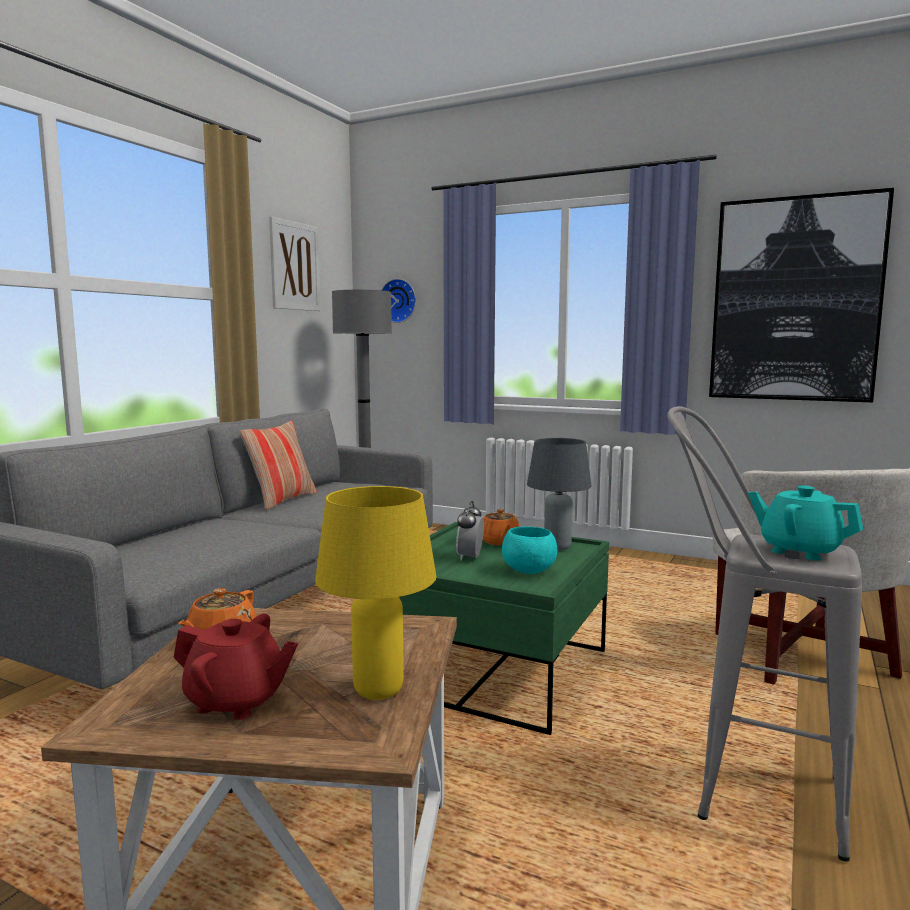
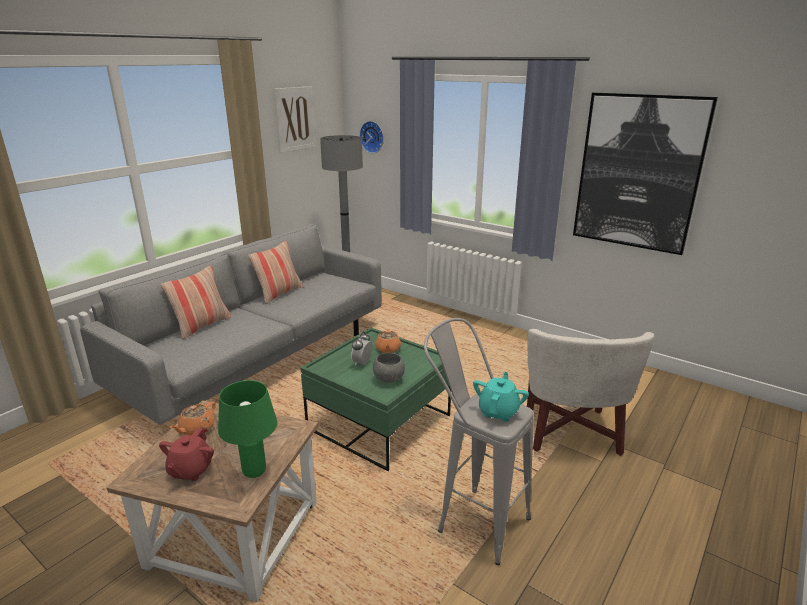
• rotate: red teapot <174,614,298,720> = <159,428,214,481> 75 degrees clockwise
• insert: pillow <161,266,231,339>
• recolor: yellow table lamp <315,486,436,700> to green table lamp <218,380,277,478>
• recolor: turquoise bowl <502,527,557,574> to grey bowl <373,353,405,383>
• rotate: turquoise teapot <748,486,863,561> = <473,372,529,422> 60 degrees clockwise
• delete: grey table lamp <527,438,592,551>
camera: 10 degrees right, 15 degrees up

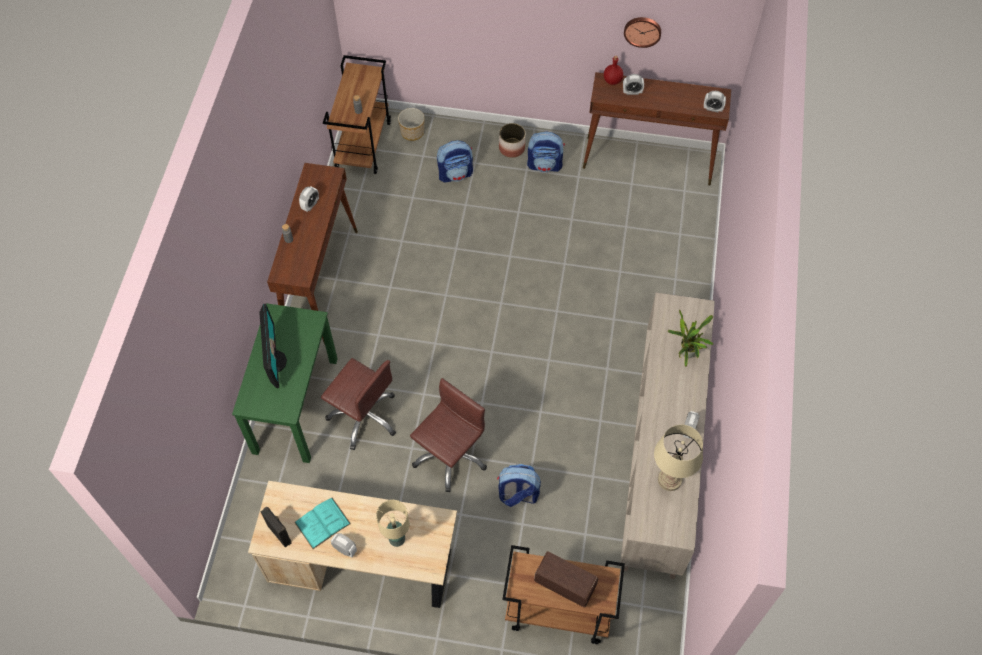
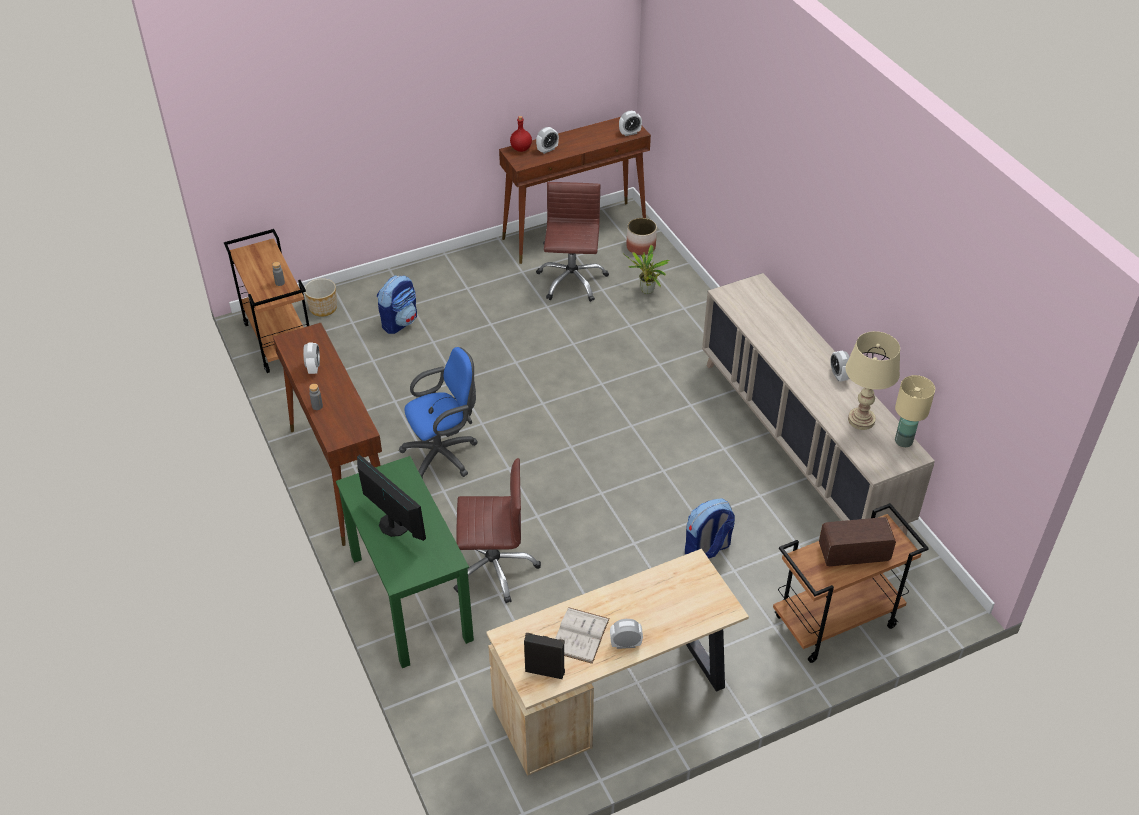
• insert: blue office chair <399,347,478,479>
• move: brown office chair <410,378,487,492> to <536,182,609,302>
• recolor: turquoise book <294,498,351,549> to white book <555,607,610,664>
• move: potted plant <668,310,713,367> to <624,245,670,294>
• move: planter <499,123,525,158> to <626,218,657,255>
• move: beige table lamp <376,500,409,547> to <895,375,935,447>
• delete: backpack <527,132,565,172>
• delete: wall clock <624,17,661,48>
camera: 35 degrees left, 15 degrees down

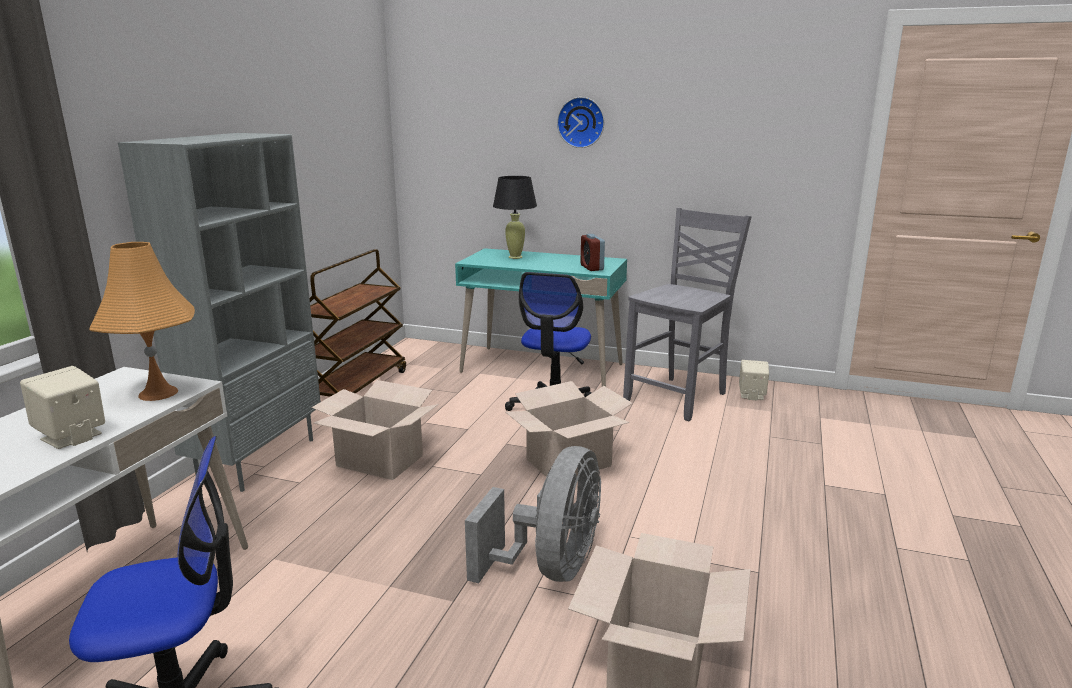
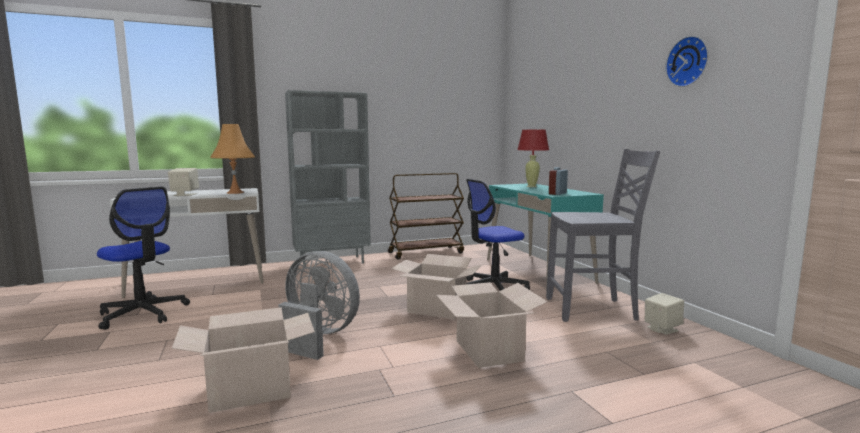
• rotate: grey fan <465,446,601,583> = <278,251,360,360> 135 degrees counterclockwise
• move: cardboard box <312,380,439,480> to <436,282,547,368>
• recolor: black table lamp <493,176,537,259> to red table lamp <517,130,549,187>
• move: wall clock <557,97,604,148> to <665,36,709,87>
camera: 50 degrees right, 10 degrees down

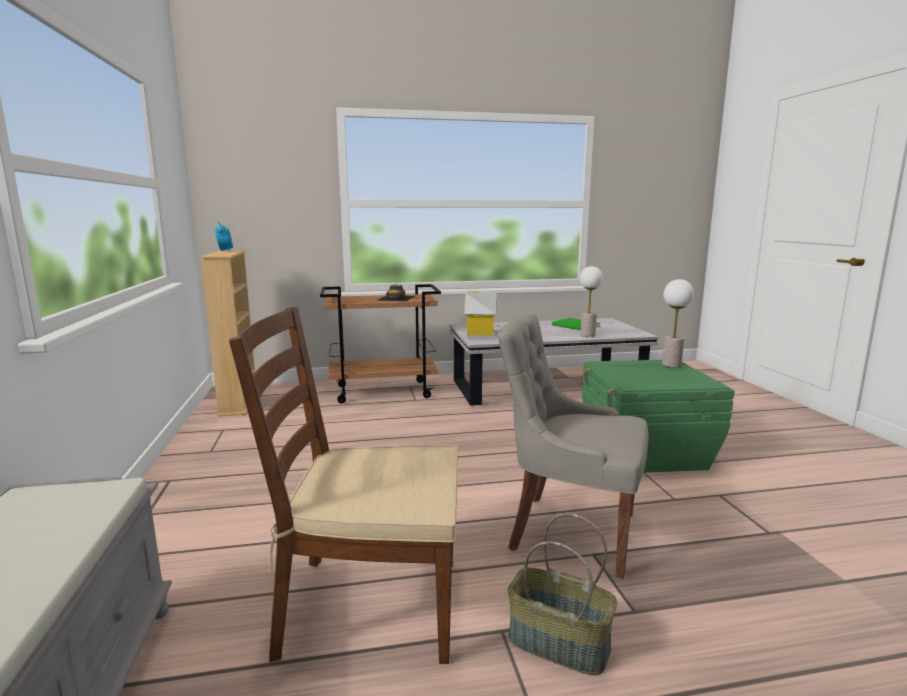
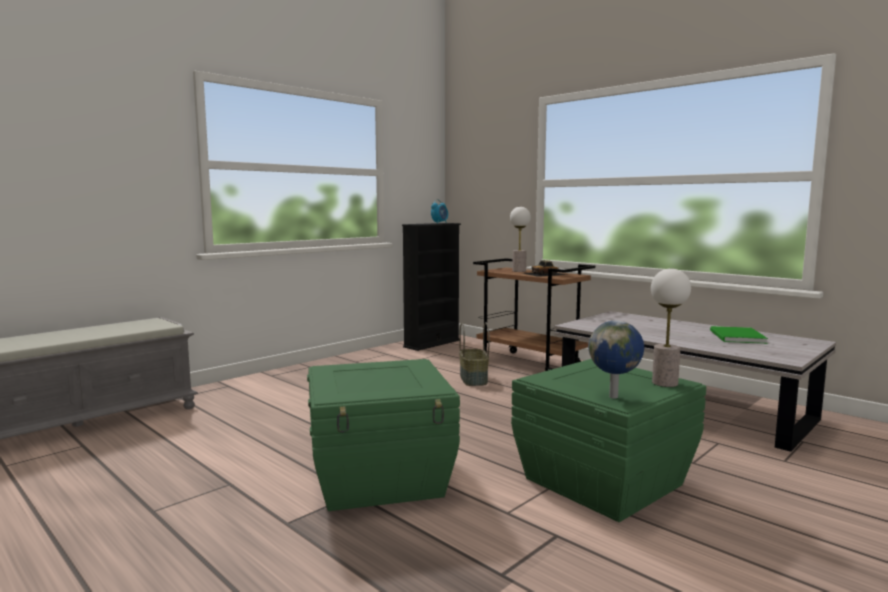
• replace: grey chair <498,314,649,579> to green storage box <307,359,460,511>
• recolor: beige bookcase <201,250,255,416> to black bookcase <402,223,461,351>
• move: basket <508,514,617,675> to <459,322,490,386>
• move: table lamp <580,266,603,337> to <510,207,531,272>
• insert: globe <588,320,644,399>
• delete: brown chair <229,306,458,664>
• delete: toy house <464,291,499,338>
camera: 55 degrees right, 5 degrees down

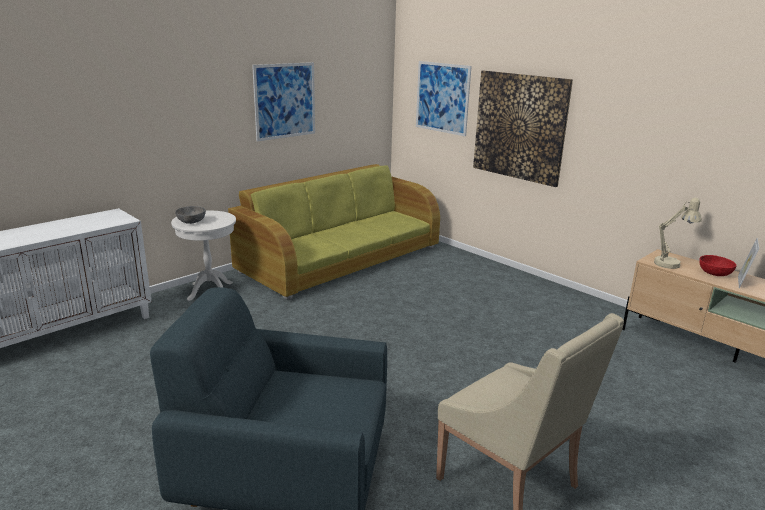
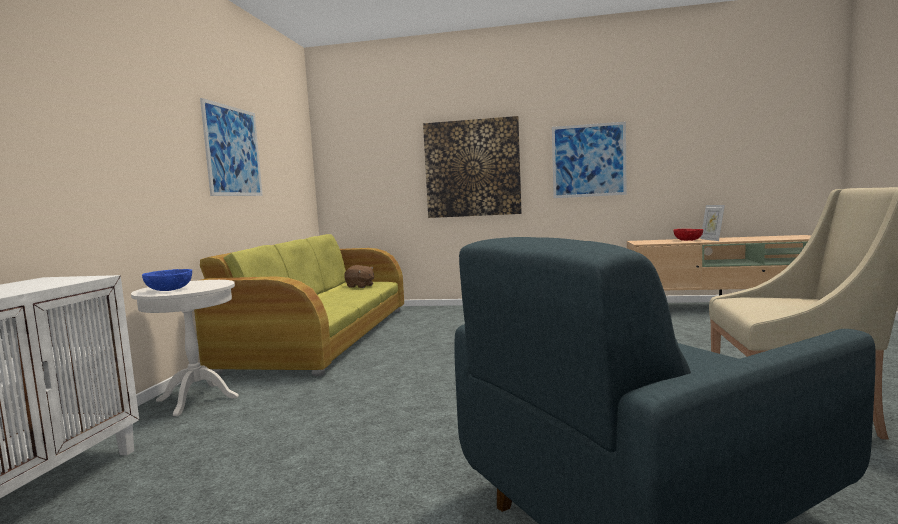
• recolor: grey bowl <175,206,206,224> to blue bowl <142,269,192,291>
• insert: brown plush toy <344,265,374,288>
• move: picture <416,61,472,136> to <552,122,627,198>
• delete: beige table lamp <654,198,702,269>
camera: 35 degrees left, 15 degrees down

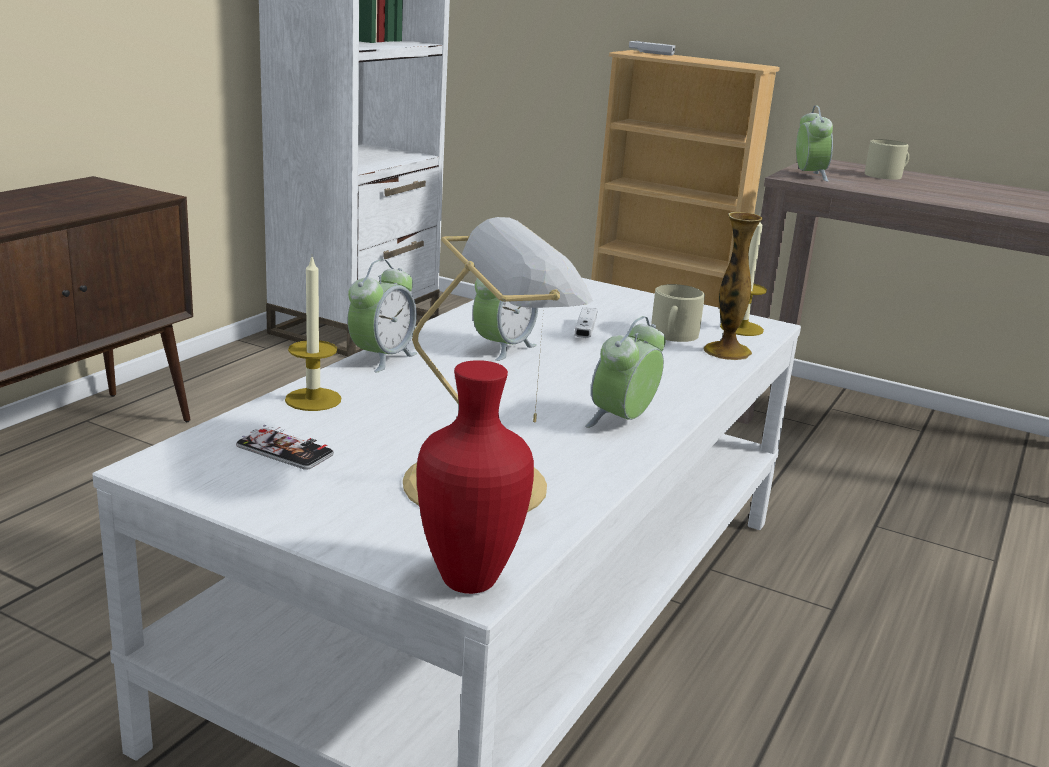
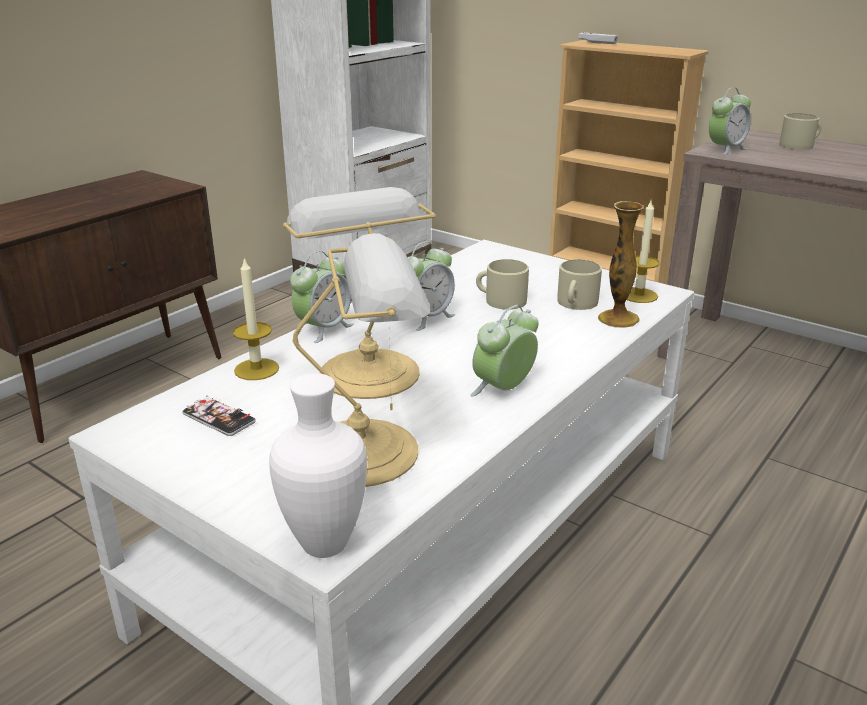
• recolor: red vase <416,360,534,594> to white vase <269,373,367,558>
• insert: table lamp <283,187,436,399>
• replace: white game controller <574,307,597,338> to beige mug <476,259,529,310>
• rotate: alarm clock <796,105,833,182> = <709,88,751,155> 45 degrees clockwise
camera: 10 degrees right, 5 degrees up

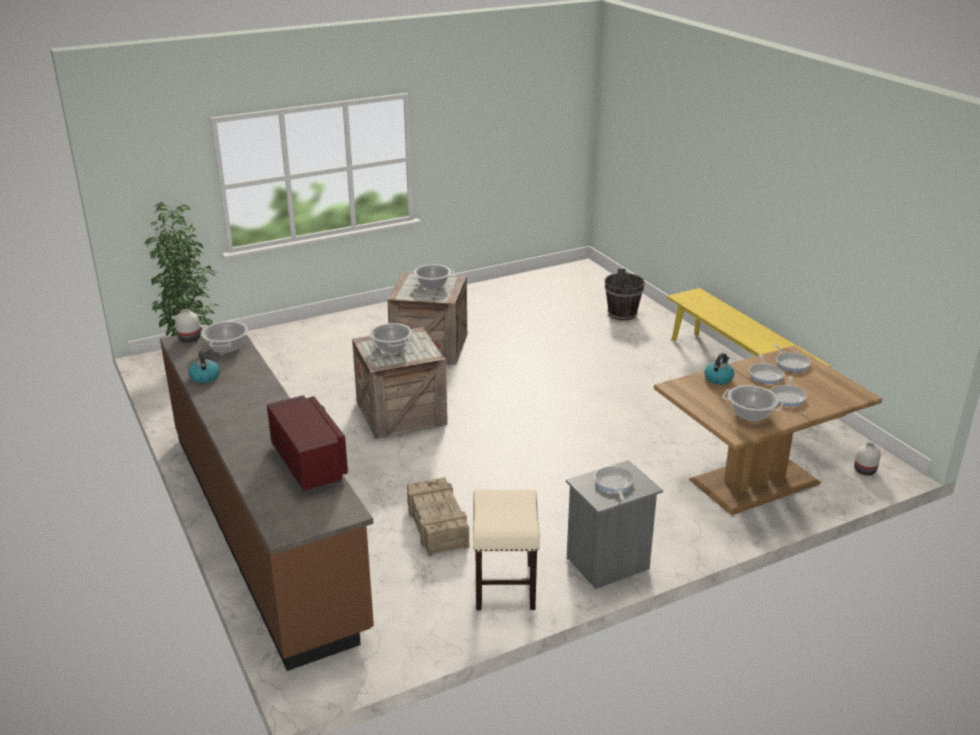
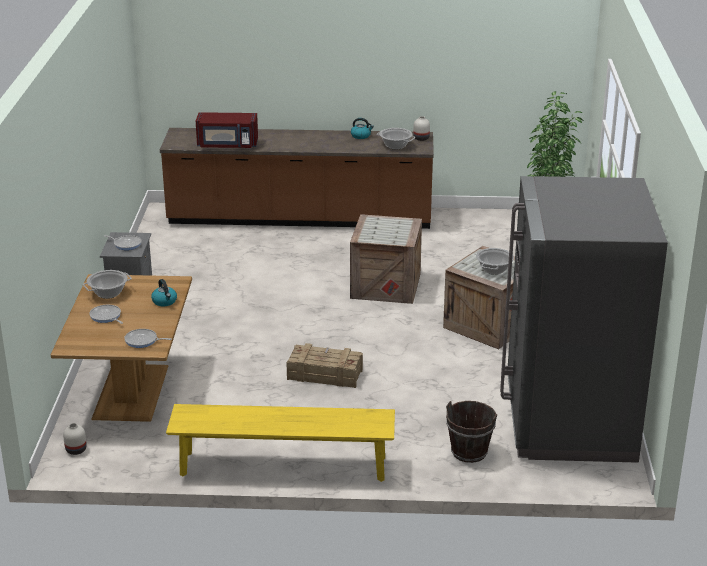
• move: crate <407,477,469,556> to <286,343,363,388>
• insert: grey fridge <500,176,668,463>
• delete: cooking pot <370,323,412,353>
• delete: beige stool <473,489,540,610>
• delete: frying pan <749,354,785,384>
camera: 120 degrees right, 0 degrees up

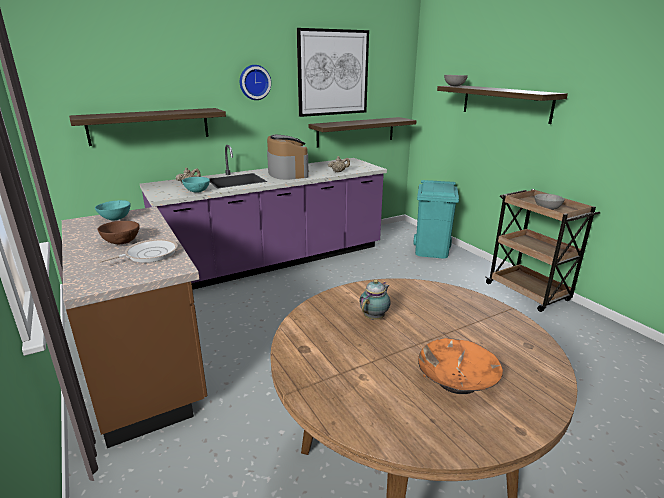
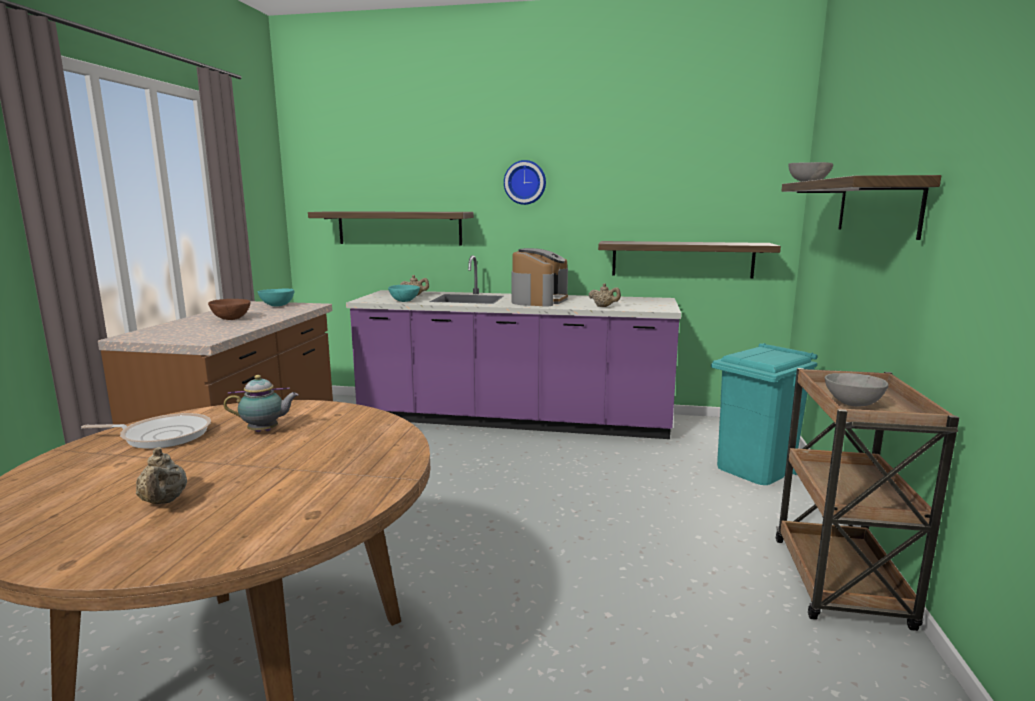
• move: frying pan <98,239,178,263> to <81,413,211,449>
• replace: orange bowl <418,338,503,394> to beige teapot <136,447,187,504>
• delete: picture <297,28,369,117>
camera: 40 degrees right, 10 degrees down

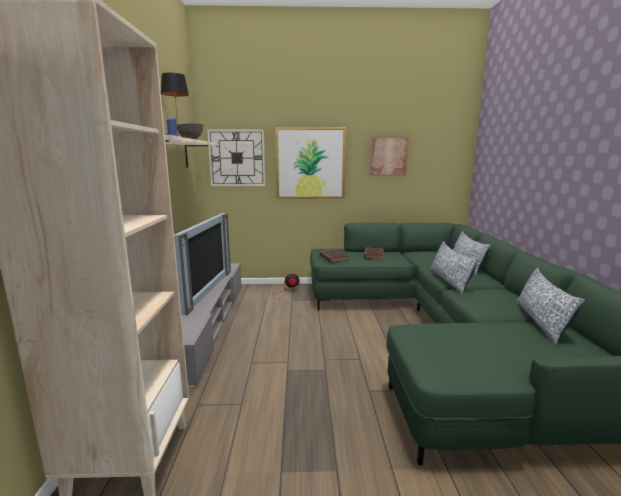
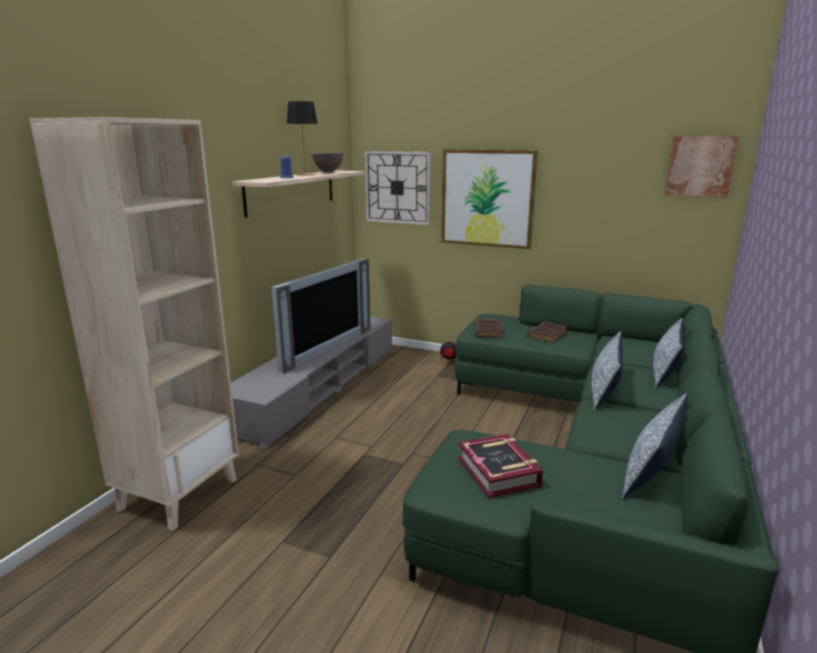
• insert: book <458,434,543,498>
• move: picture <370,137,408,175> to <664,136,740,197>
camera: 25 degrees right, 5 degrees up

